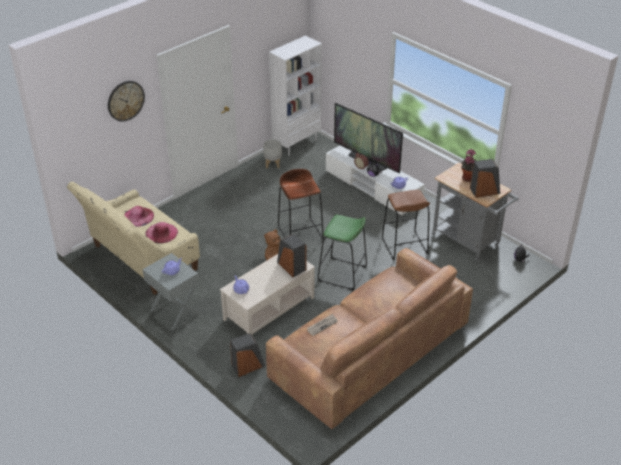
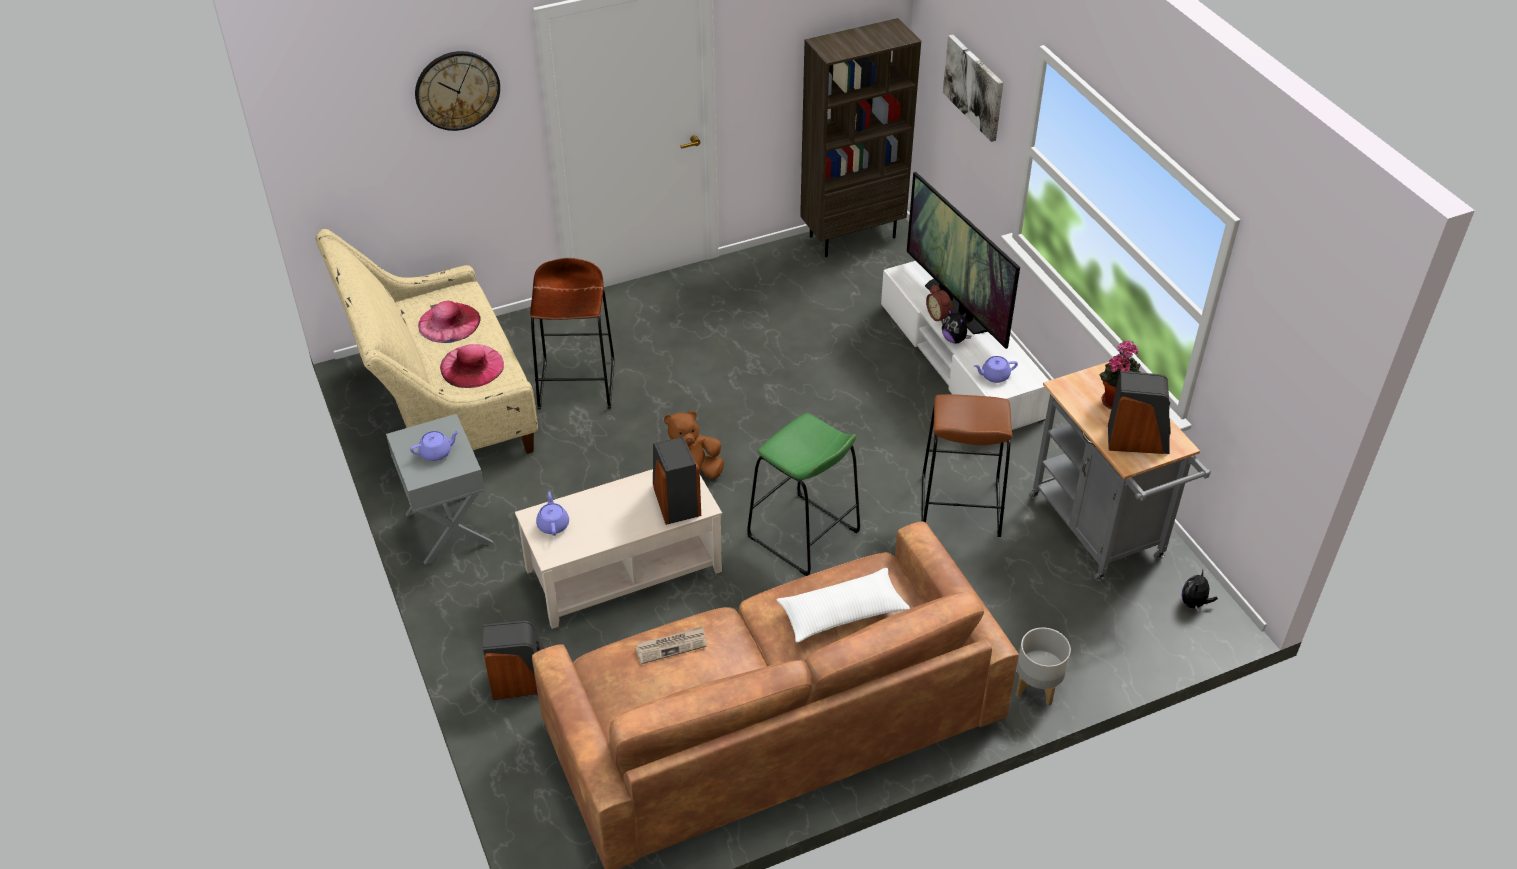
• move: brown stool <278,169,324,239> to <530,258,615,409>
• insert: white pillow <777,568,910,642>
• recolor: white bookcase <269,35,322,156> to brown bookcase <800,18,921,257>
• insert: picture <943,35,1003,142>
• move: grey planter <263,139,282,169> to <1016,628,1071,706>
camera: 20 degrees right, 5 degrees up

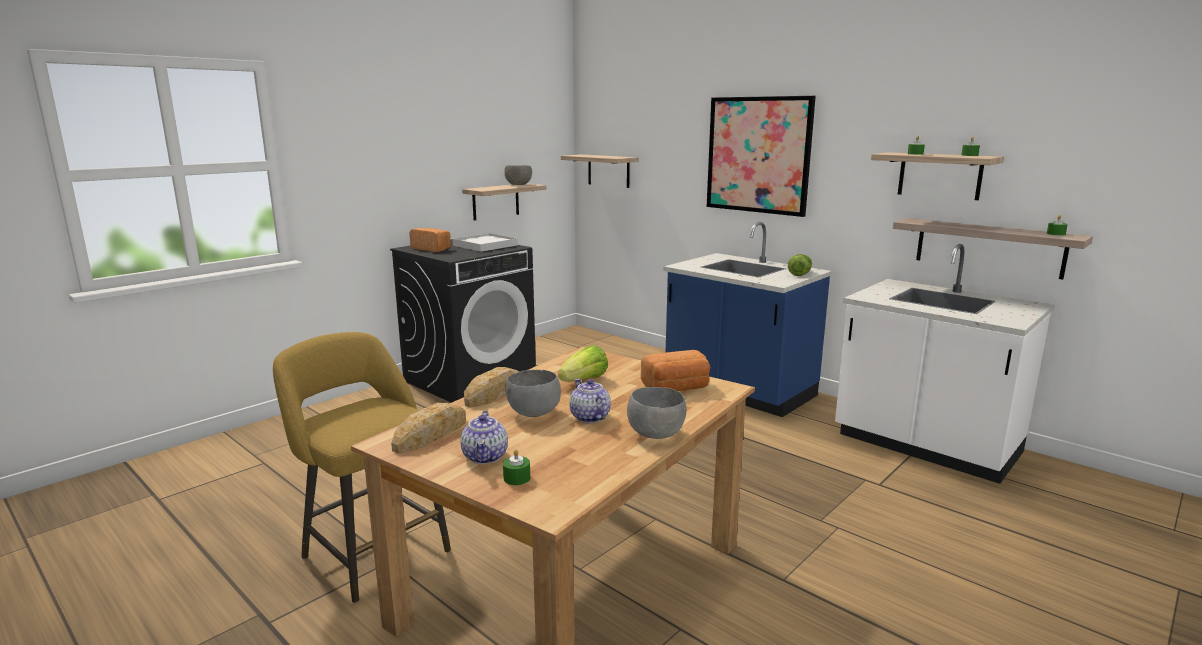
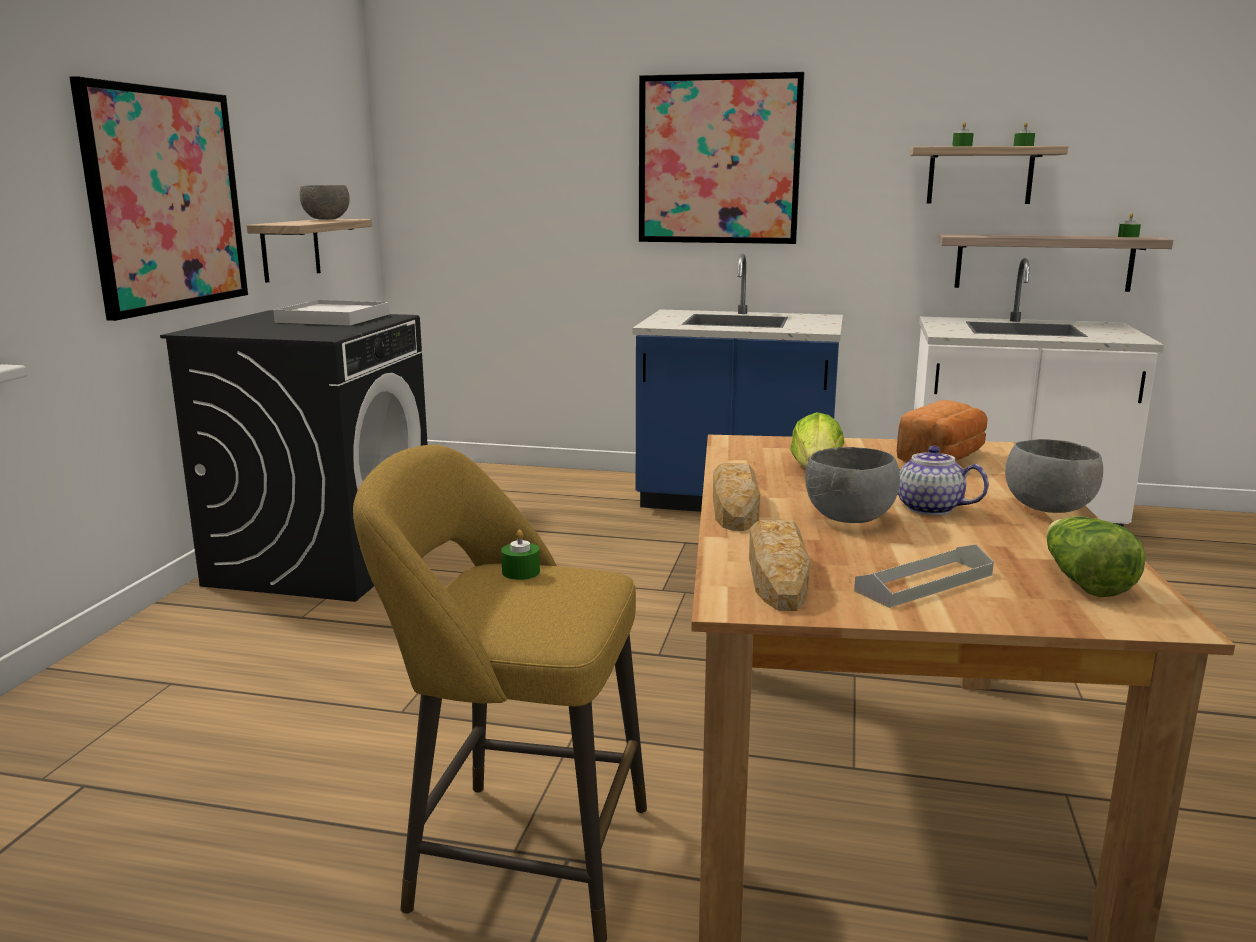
• insert: picture <70,76,248,321>
• move: green candle <503,449,530,485> to <501,530,540,580>
• replace: teapot <460,411,508,464> to grey tray <854,544,994,608>
• move: lettuce <788,254,812,276> to <1047,516,1146,597>
• delete: bread <409,228,451,252>
• delete: shelf <561,154,638,188>
camera: 30 degrees left, 0 degrees up

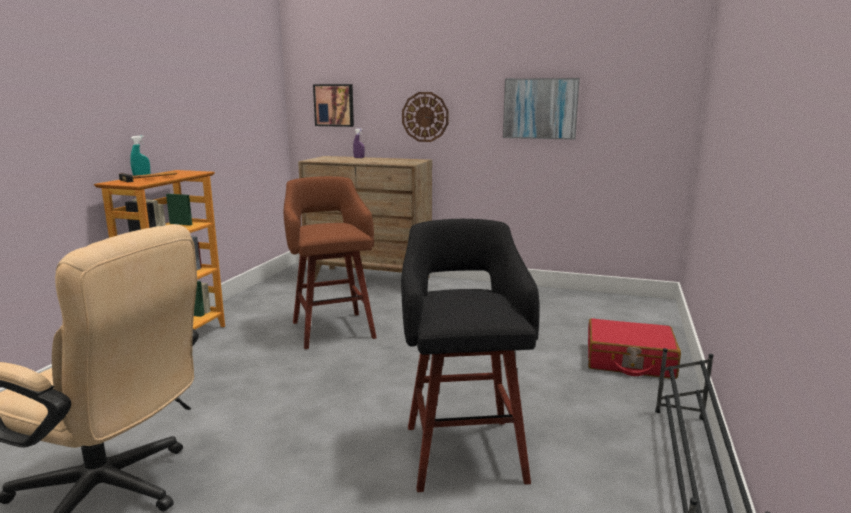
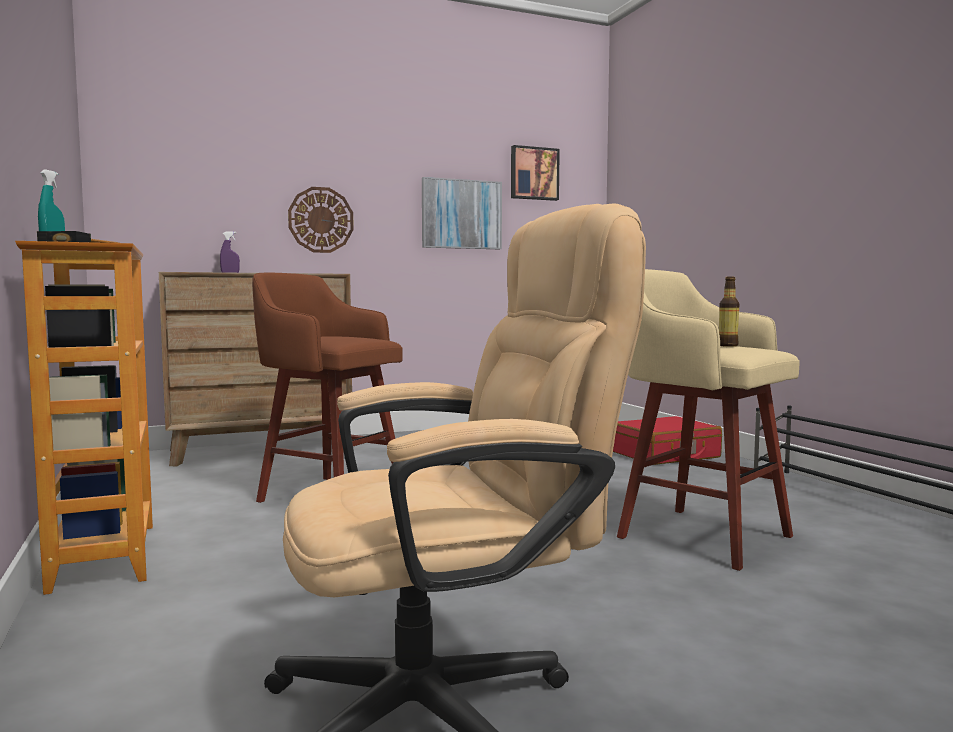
• move: picture <313,84,354,127> to <511,145,560,201>
• recolor: black stool <401,219,540,492> to beige stool <617,269,800,571>
• insert: bottle <719,276,740,347>
camera: 40 degrees left, 10 degrees down

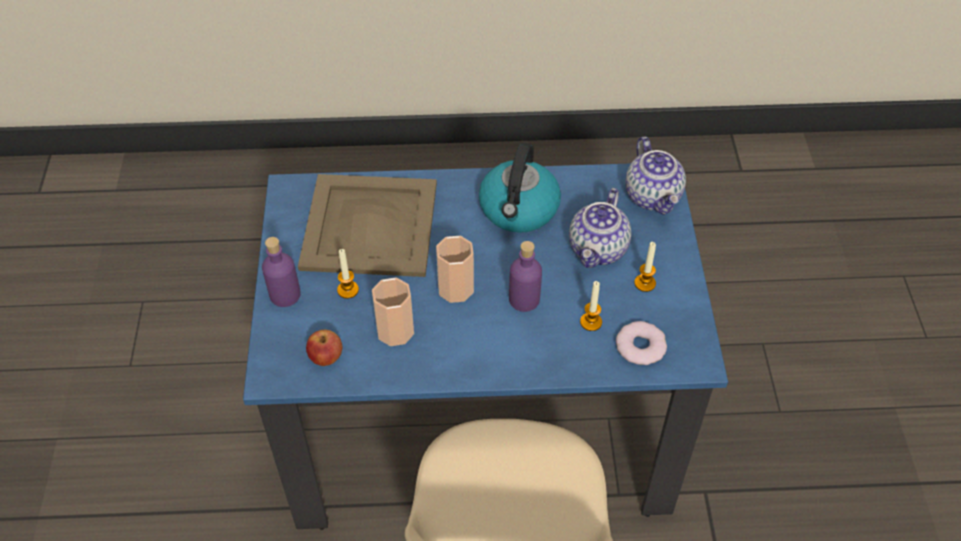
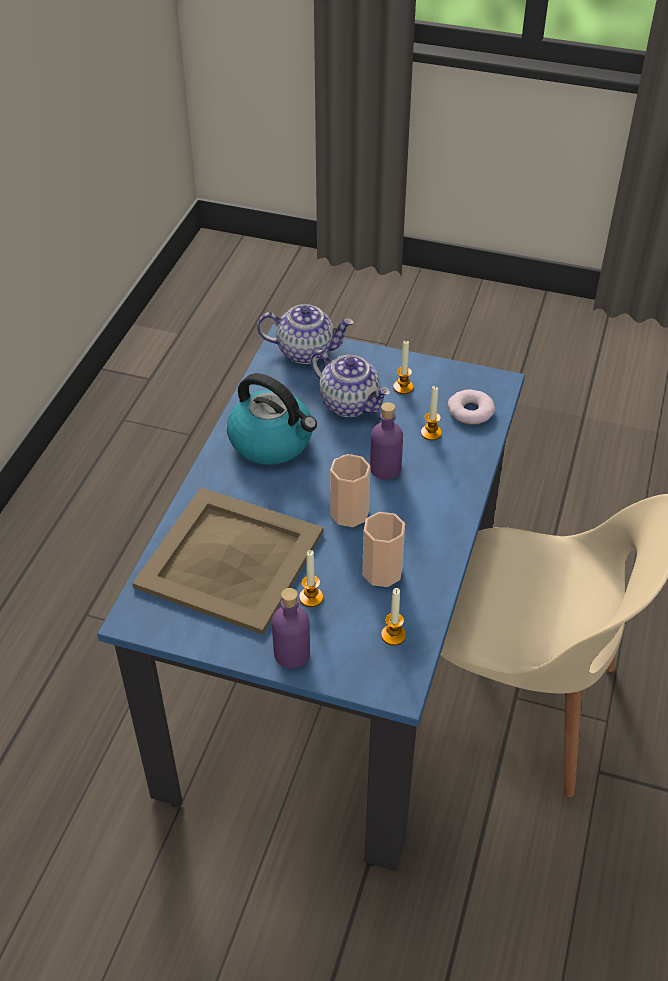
• replace: apple <306,330,342,366> to candle <381,588,406,645>
camera: 70 degrees left, 5 degrees down

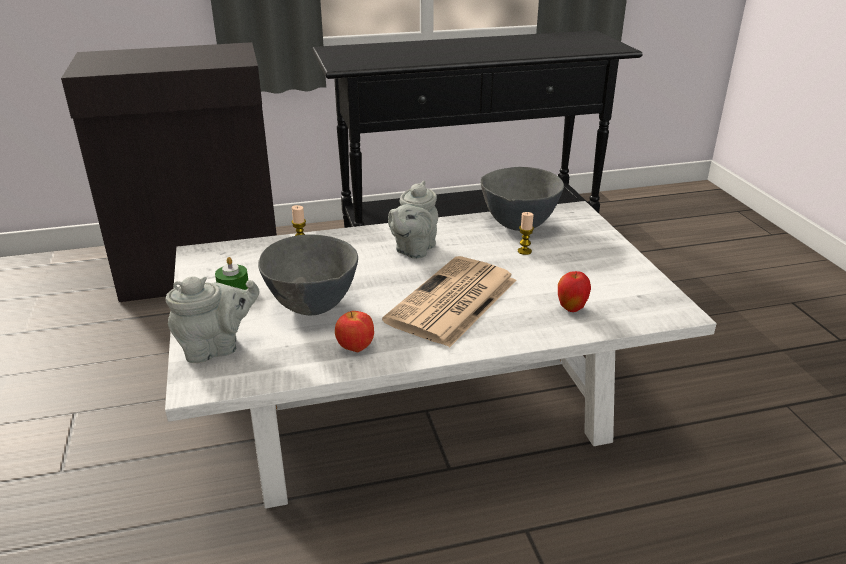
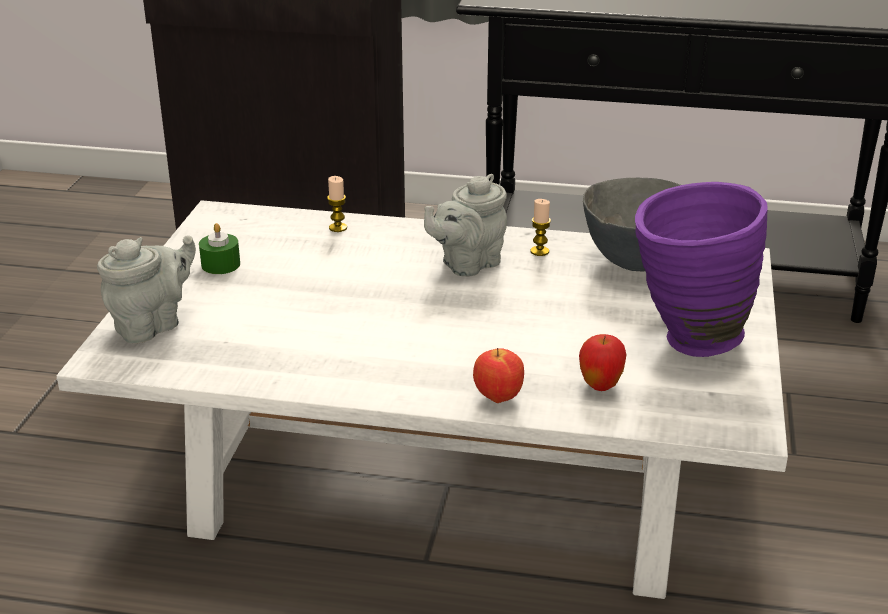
• rotate: grey teapot <166,276,259,363> = <97,235,196,344> 45 degrees counterclockwise
• move: apple <335,311,374,352> to <473,348,524,403>
• move: candle <518,212,534,255> to <531,199,551,256>
• insert: purple vase <635,182,768,357>
• delete: grey bowl <258,234,358,315>
• delete: newspaper <382,256,517,347>
camera: 25 degrees right, 0 degrees up

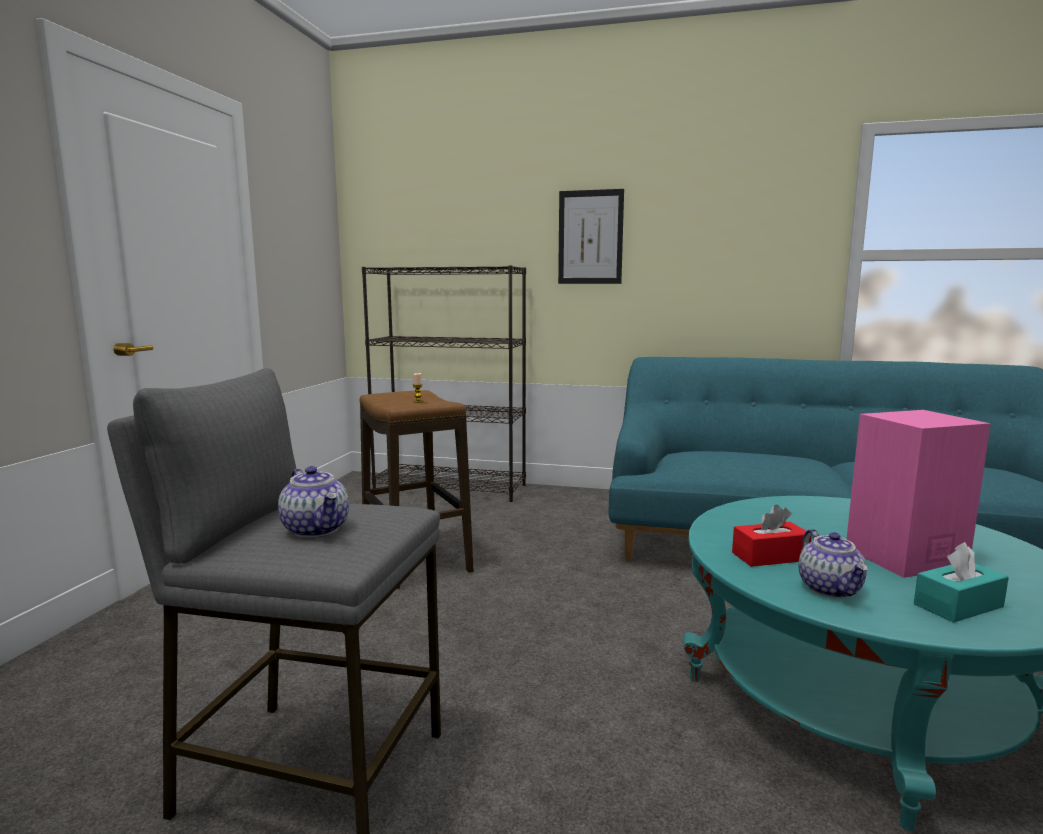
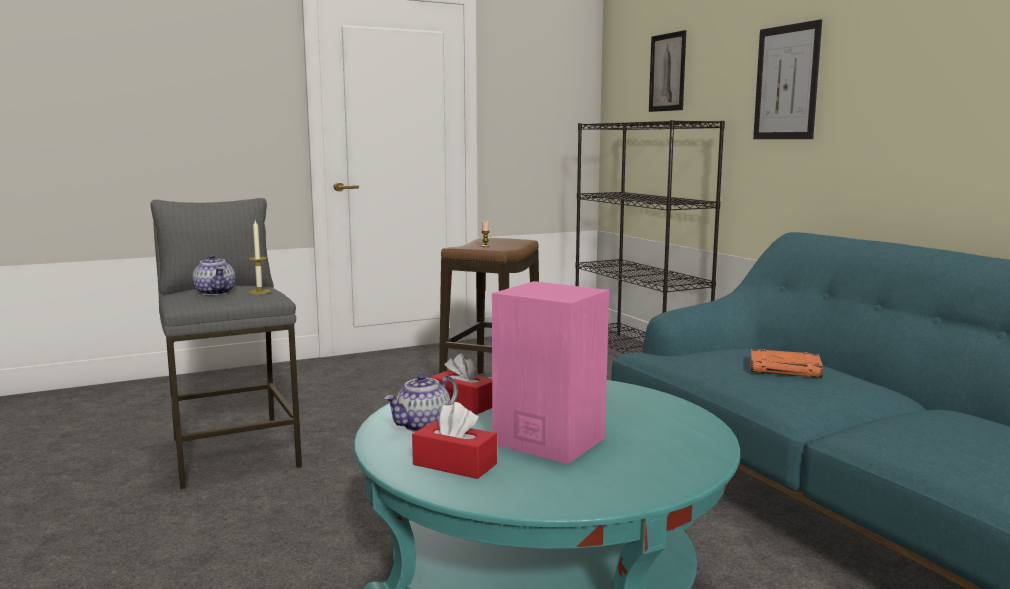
• rotate: teapot <278,466,349,538> = <193,254,235,295> 45 degrees counterclockwise
• insert: candle <248,221,271,294>
• recolor: turquoise tissue box <914,542,1009,623> to red tissue box <412,402,497,479>
• insert: picture <649,30,686,112>
• insert: orange book <750,349,823,378>
camera: 50 degrees right, 0 degrees up

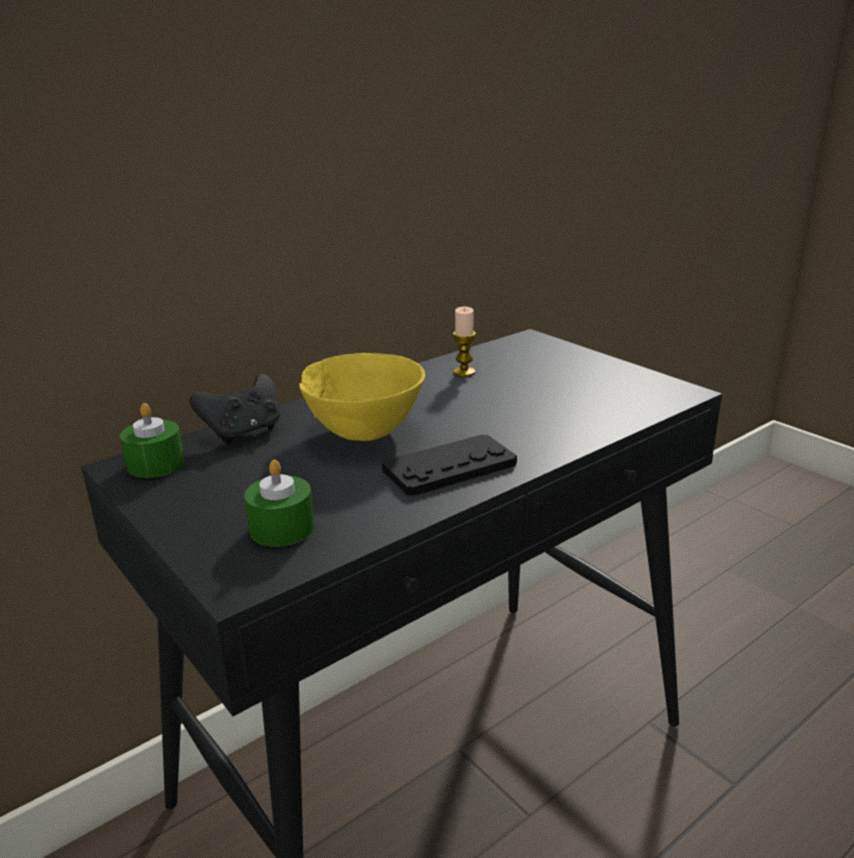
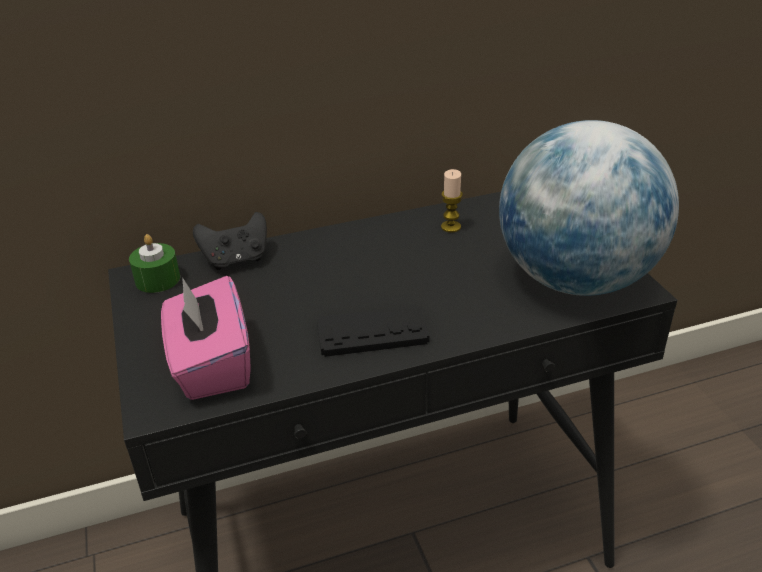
• replace: green candle <244,460,314,547> to pink tissue box <161,276,251,400>
• insert: globe <499,120,679,296>
• delete: yellow bowl <300,353,425,441>
camera: 20 degrees right, 10 degrees up

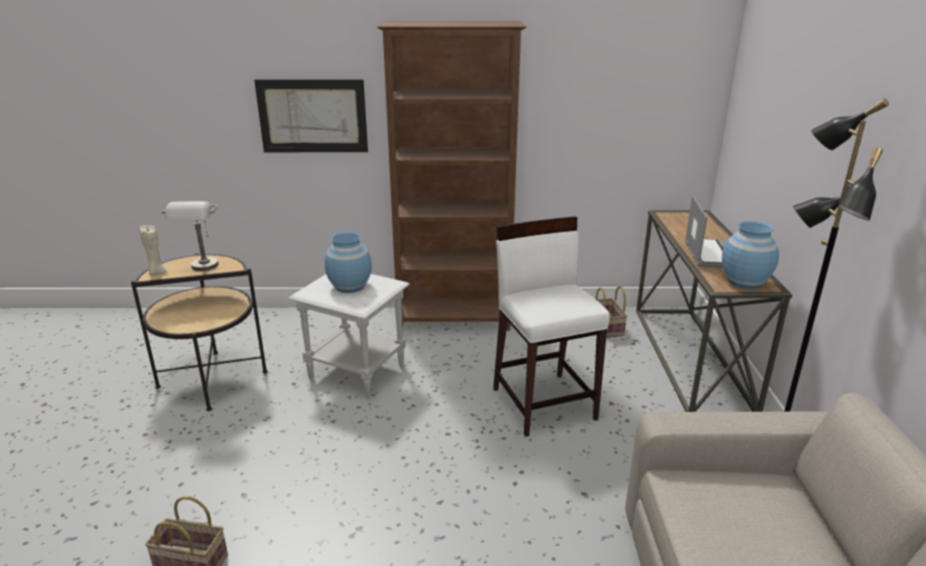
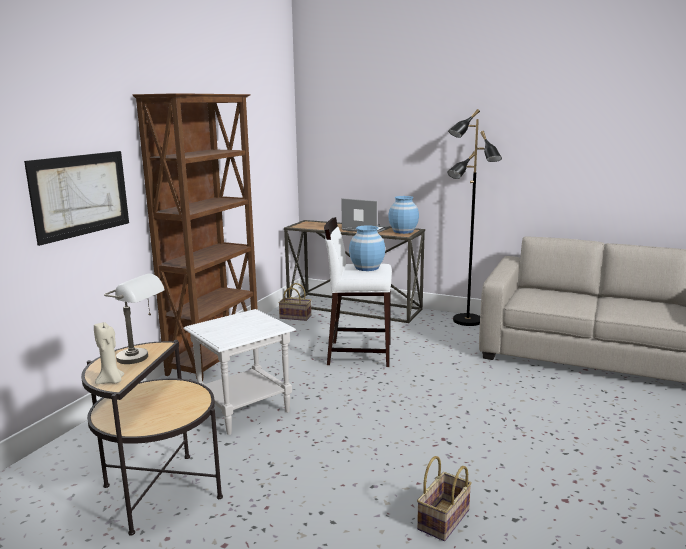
• move: blue vase <325,232,372,293> to <349,225,385,271>
camera: 65 degrees left, 10 degrees down

